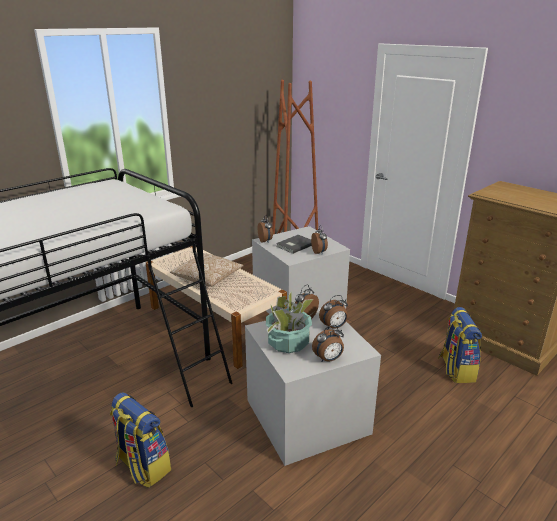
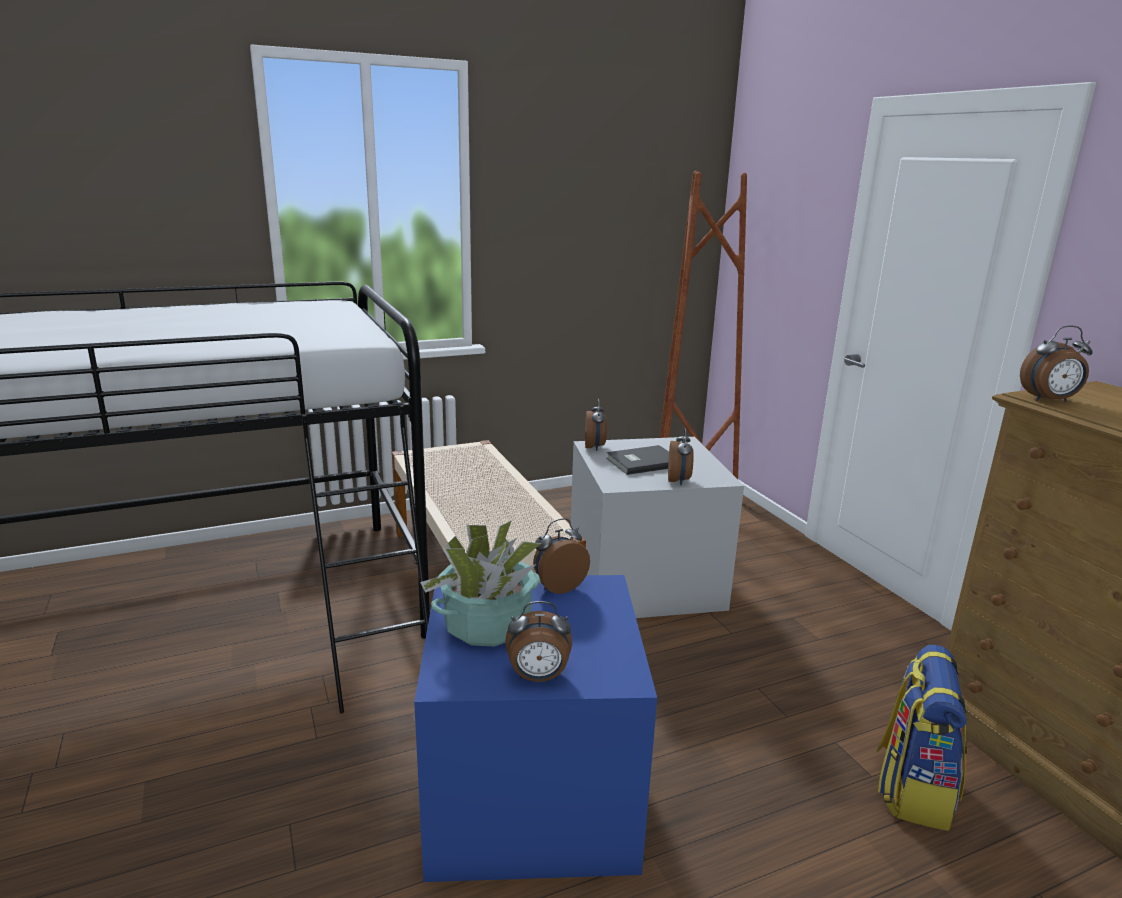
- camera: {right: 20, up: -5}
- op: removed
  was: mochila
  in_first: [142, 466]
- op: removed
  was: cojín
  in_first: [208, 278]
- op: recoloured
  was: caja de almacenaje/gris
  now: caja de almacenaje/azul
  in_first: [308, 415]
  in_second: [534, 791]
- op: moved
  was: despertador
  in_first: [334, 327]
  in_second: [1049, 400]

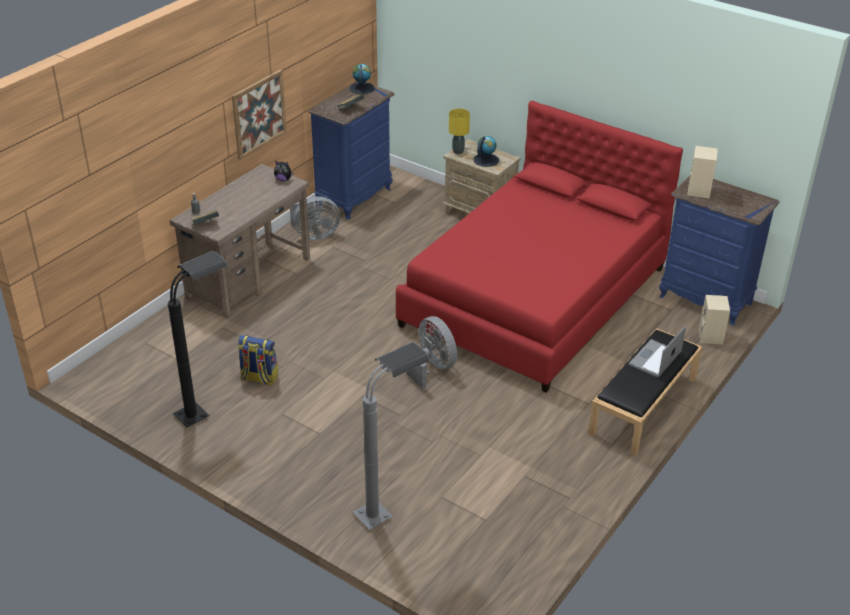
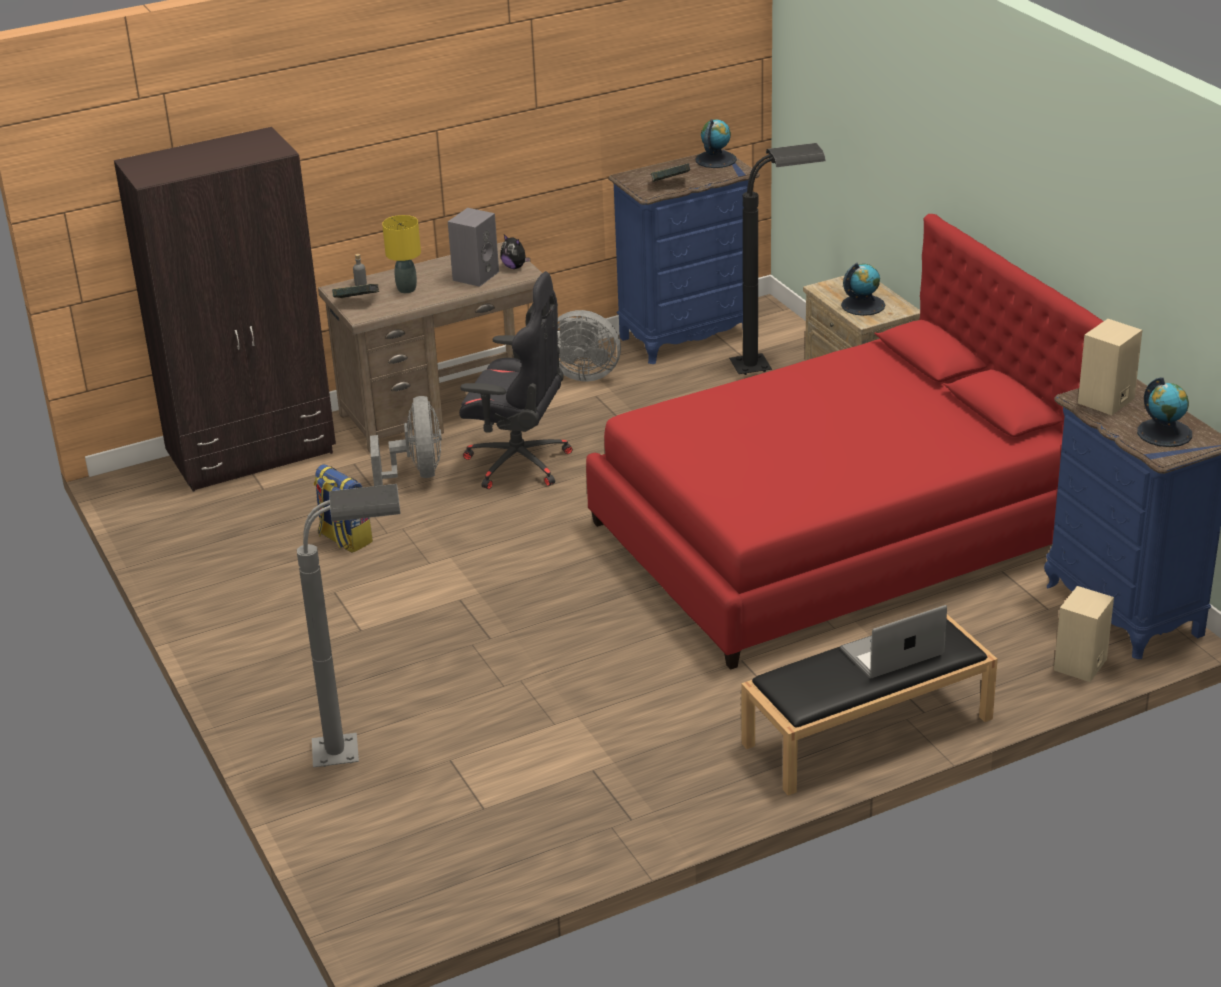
- camera: {right: 30, up: -5}
- op: moved
  was: lámpara de pie/negro
  in_first: [207, 408]
  in_second: [774, 363]
- op: removed
  was: cuadro
  in_first: [259, 114]
- op: moved
  was: ventilador/gris
  in_first: [432, 367]
  in_second: [416, 474]
- op: moved
  was: lámpara de mesa/amarillo
  in_first: [458, 151]
  in_second: [406, 289]
- op: added
  now: armario ropero/marrón
  in_second: [253, 455]
- op: added
  now: altavoz/gris
  in_second: [475, 275]
- op: added
  now: silla de oficina/negro
  in_second: [516, 463]
- op: added
  now: globo terráqueo
  in_second: [1164, 433]

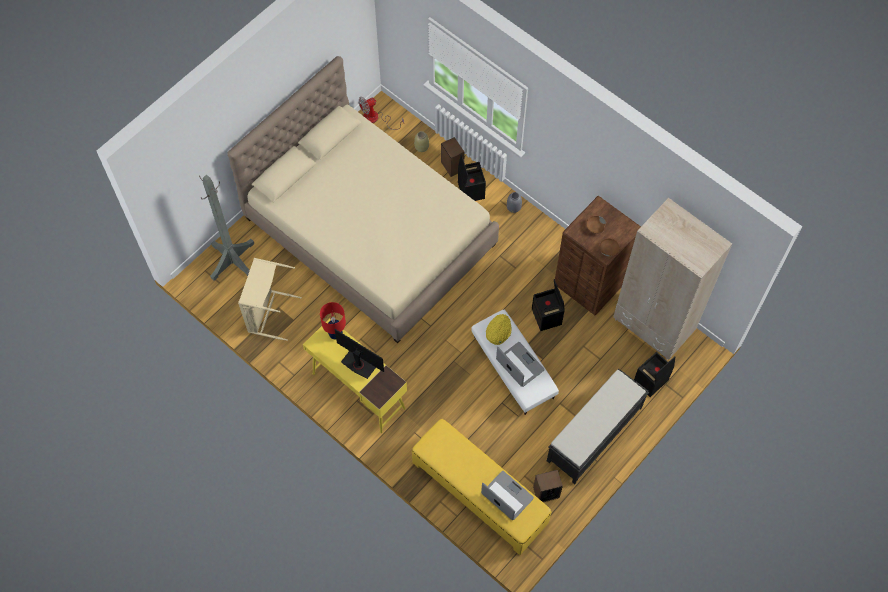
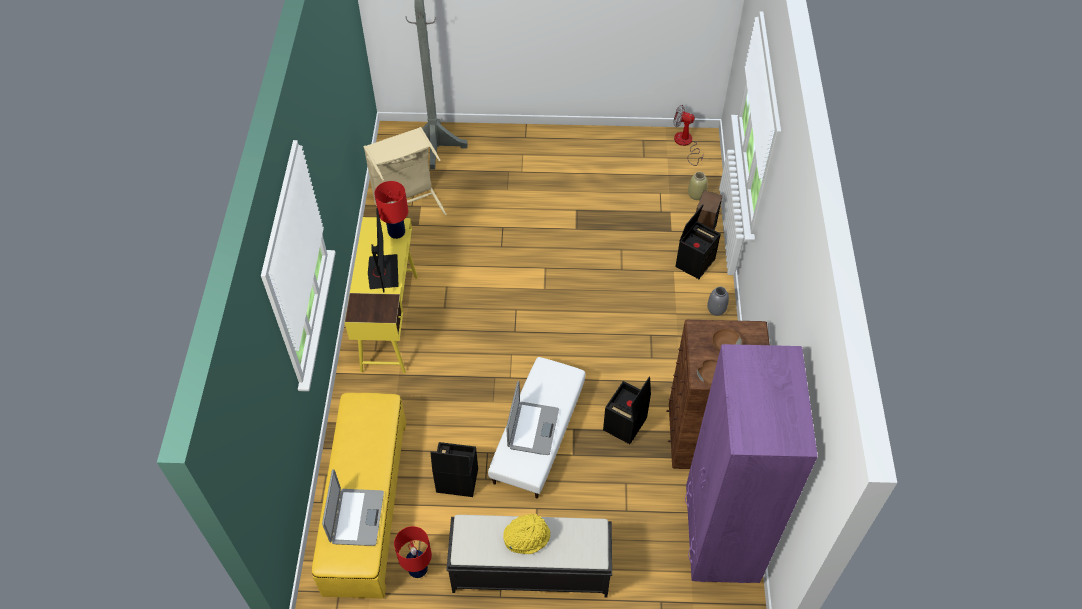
- camera: {right: 50, up: -10}
- op: removed
  was: cama/beis
  in_first: [370, 231]
- op: moved
  was: sombrero/amarillo
  in_first: [498, 331]
  in_second: [527, 537]
- op: replaced
  was: altavoz
  now: lámpara de mesa/rojo
  in_first: [546, 492]
  in_second: [418, 570]
- op: recoloured
  was: armario ropero/beis
  now: armario ropero/morado
  in_first: [654, 326]
  in_second: [719, 537]
- op: moved
  was: caja de almacenaje/negro
  in_first: [650, 381]
  in_second: [456, 481]

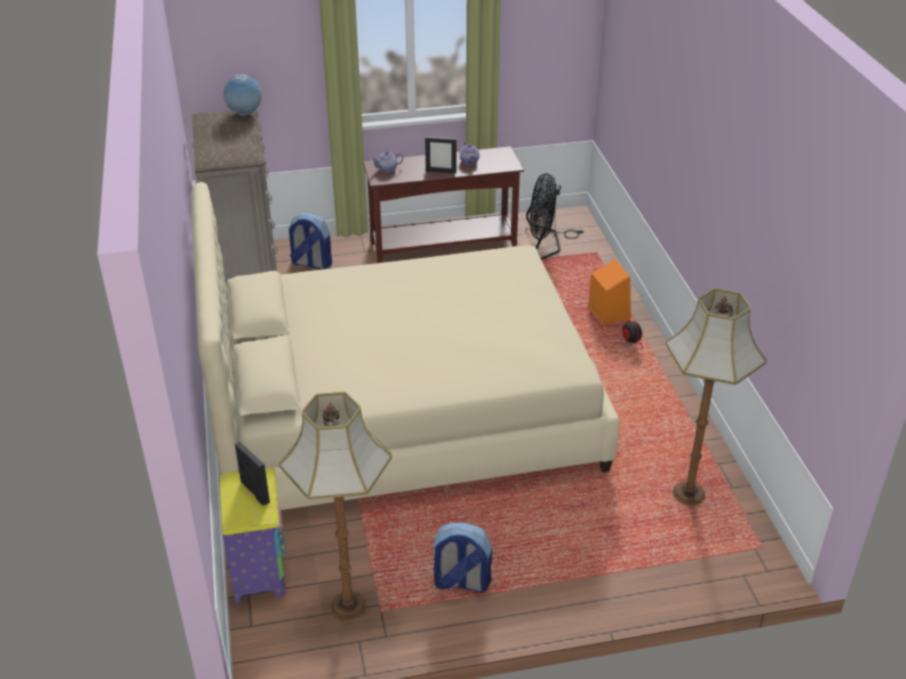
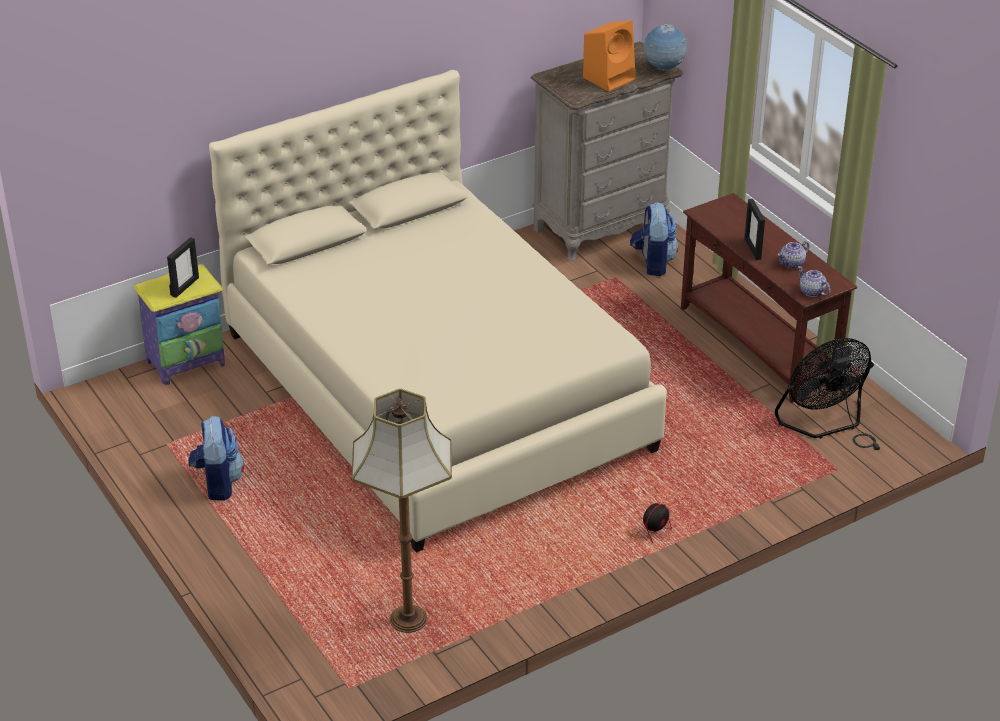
- camera: {right: 70, up: 0}
- op: removed
  was: lámpara de pie
  in_first: [349, 606]
- op: moved
  was: tetera
  in_first: [387, 169]
  in_second: [812, 292]
- op: moved
  was: altavoz/naranja
  in_first: [608, 312]
  in_second: [609, 78]

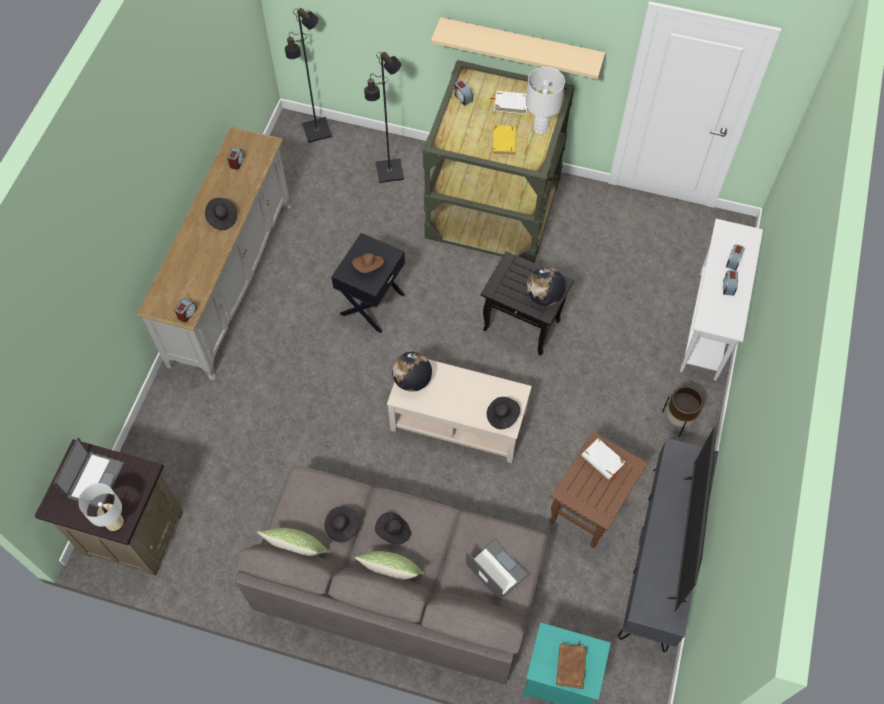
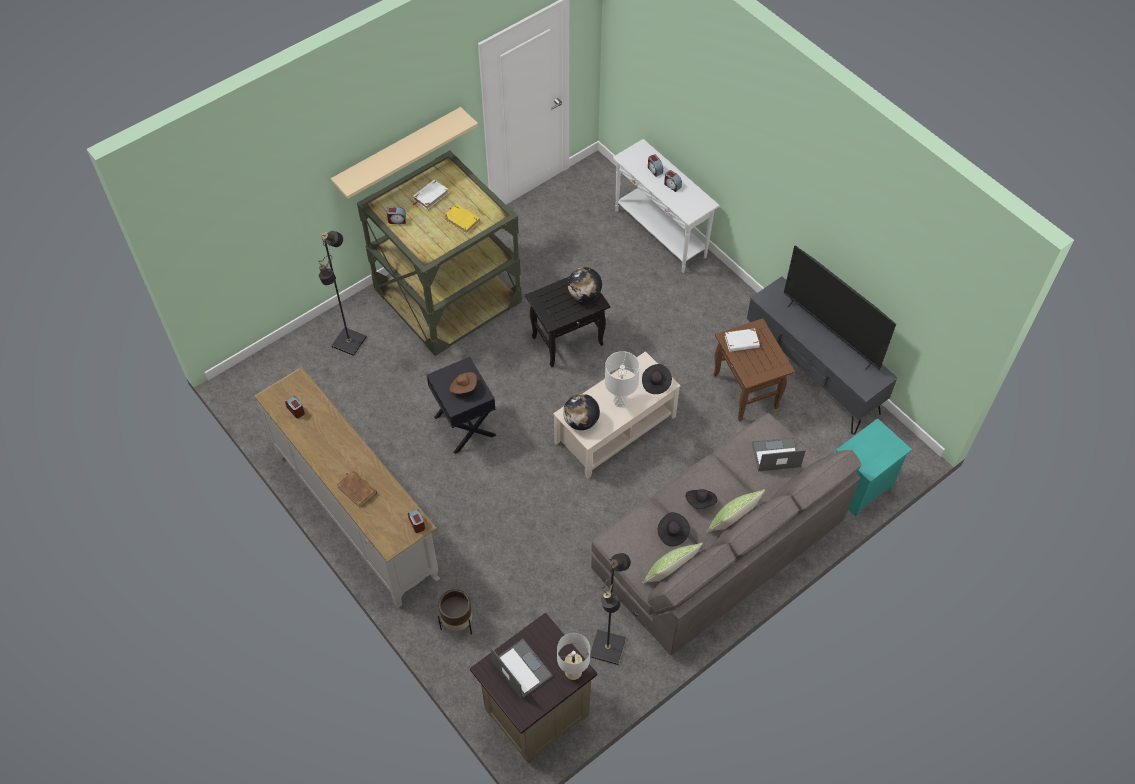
- camera: {right: -55, up: -5}
- op: removed
  was: sombrero/negro
  in_first: [222, 218]
- op: moved
  was: lámpara de pie/negro
  in_first: [316, 130]
  in_second: [607, 647]
- op: moved
  was: lámpara de mesa/blanco
  in_first: [540, 128]
  in_second: [620, 401]
- op: moved
  was: libro/marrón
  in_first: [571, 666]
  in_second: [357, 490]
- op: moved
  was: maceta/marrón
  in_first: [678, 419]
  in_second: [457, 623]

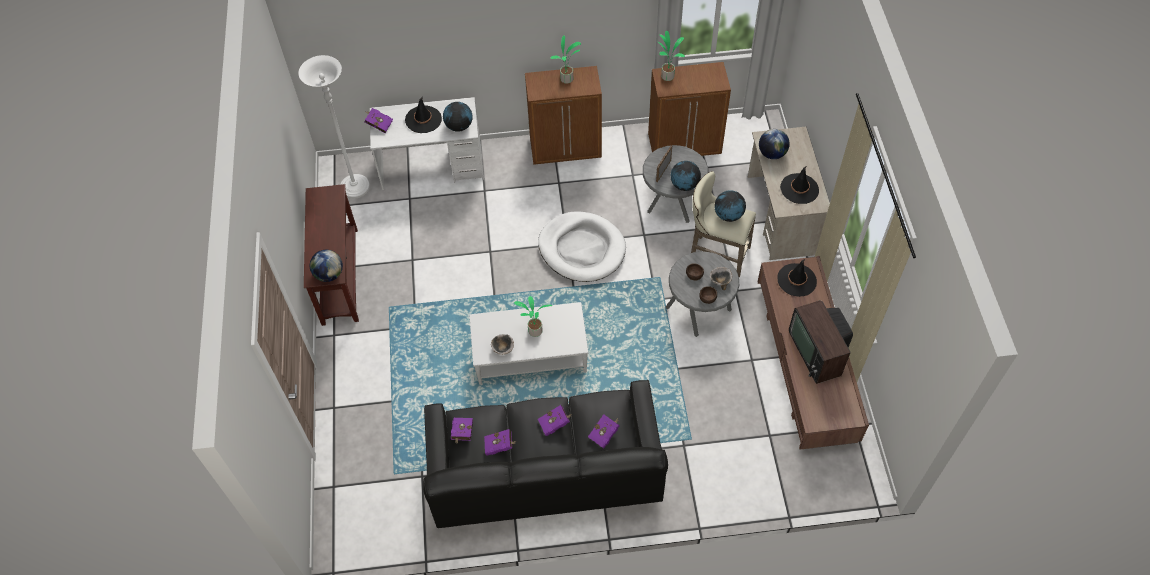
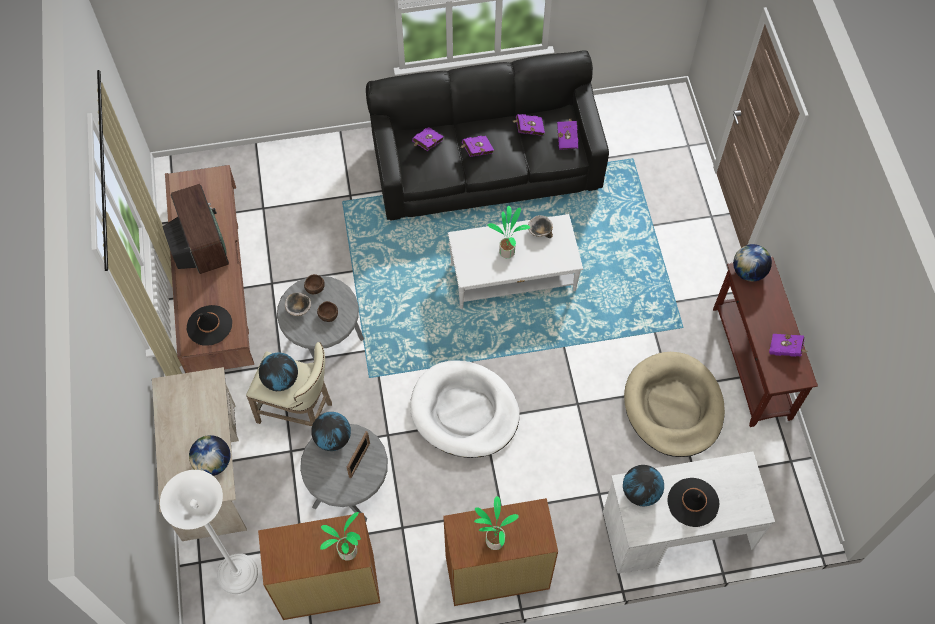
- camera: {right: 175, up: 5}
- op: moved
  was: lámpara de pie/blanco
  in_first: [355, 187]
  in_second: [238, 574]
- op: moved
  was: libro/morado
  in_first: [379, 124]
  in_second: [786, 350]
- op: removed
  was: sombrero/negro
  in_first: [799, 189]
- op: added
  now: cama para perro/beis
  in_second: [673, 406]

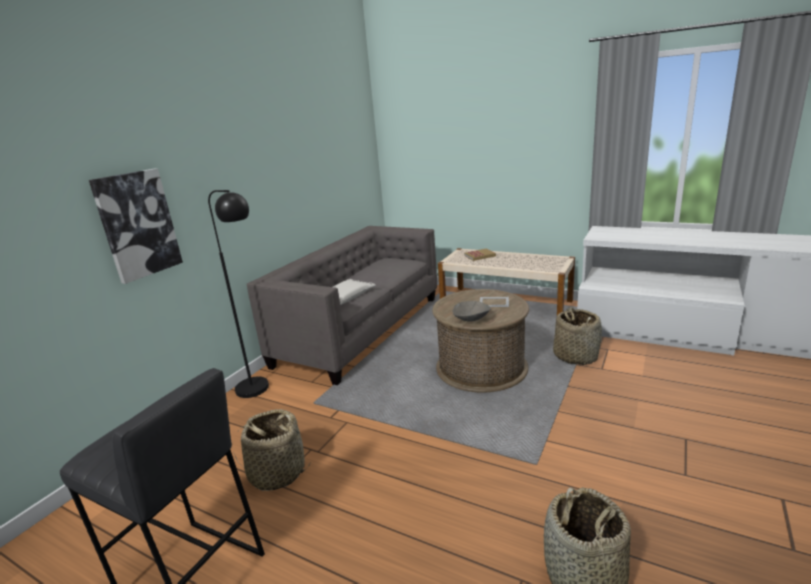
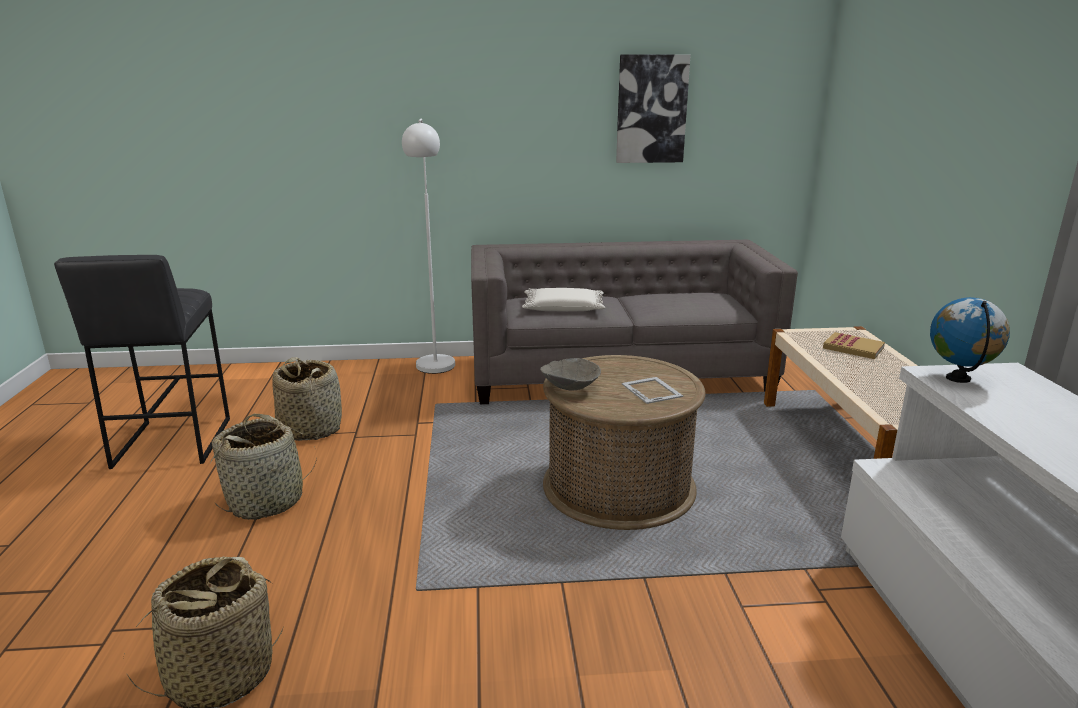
- camera: {right: 55, up: 0}
- op: moved
  was: cuadro
  in_first: [137, 224]
  in_second: [651, 109]
- op: recoloured
  was: lámpara de pie/negro
  now: lámpara de pie/blanco
  in_first: [260, 391]
  in_second: [435, 371]
- op: moved
  was: cesta
  in_first: [575, 356]
  in_second: [267, 501]
- op: added
  now: globo terráqueo
  in_second: [958, 379]

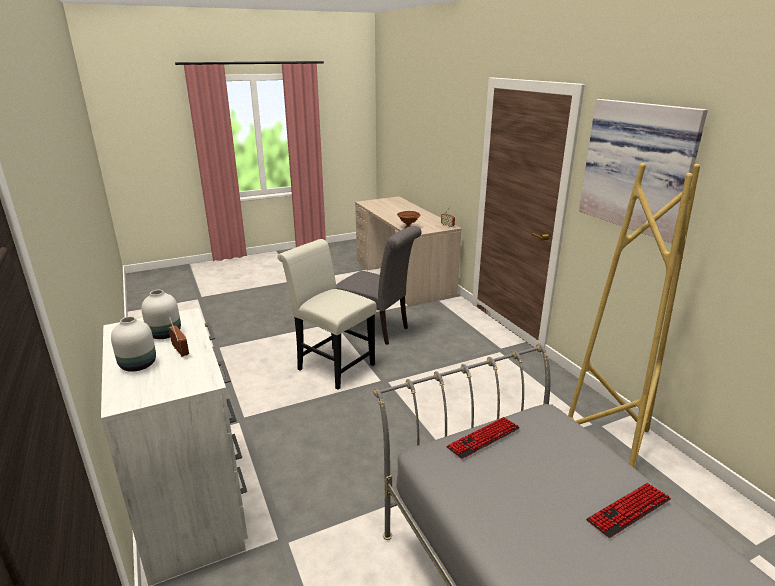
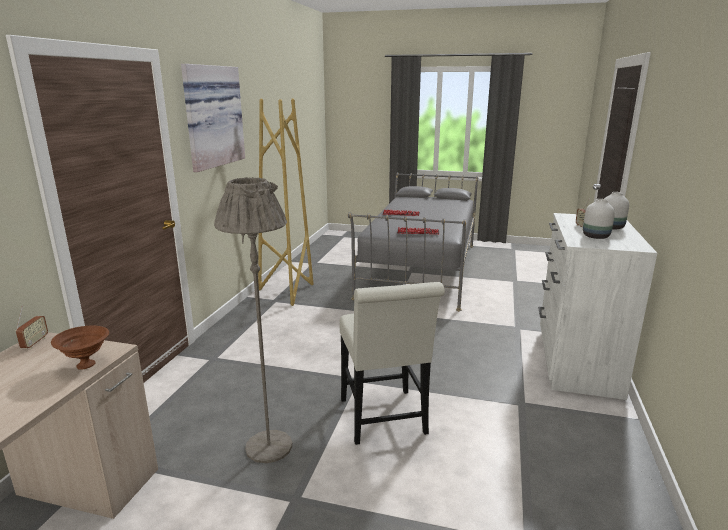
- camera: {right: -140, up: -5}
- op: replaced
  was: silla/gris
  now: lámpara de pie/gris
  in_first: [376, 329]
  in_second: [269, 447]

